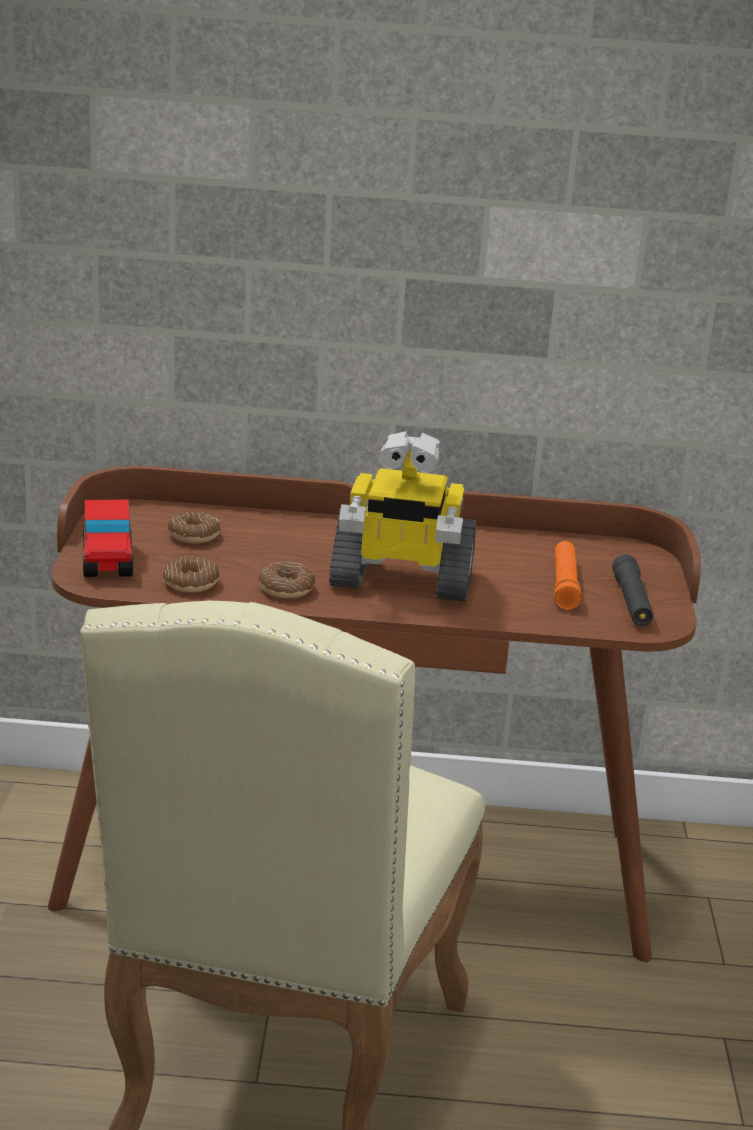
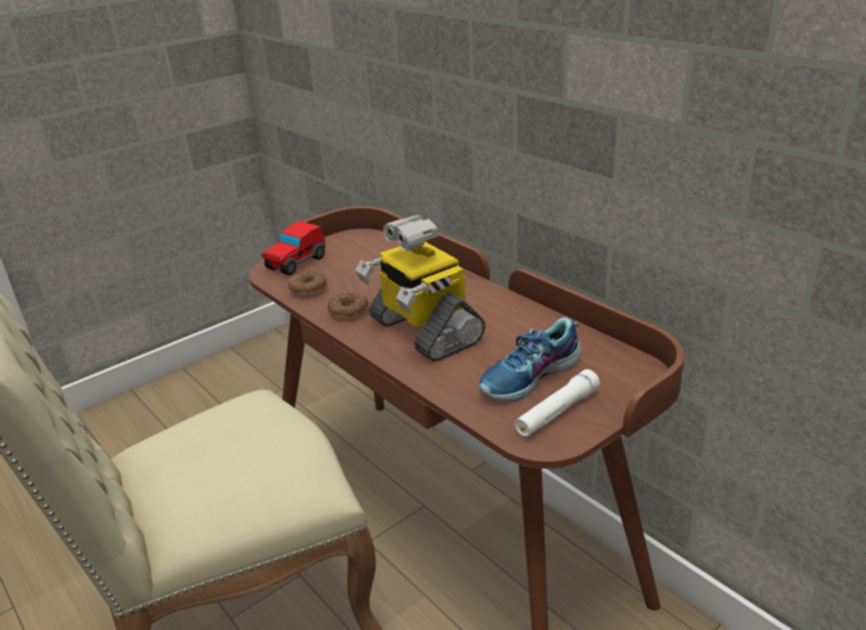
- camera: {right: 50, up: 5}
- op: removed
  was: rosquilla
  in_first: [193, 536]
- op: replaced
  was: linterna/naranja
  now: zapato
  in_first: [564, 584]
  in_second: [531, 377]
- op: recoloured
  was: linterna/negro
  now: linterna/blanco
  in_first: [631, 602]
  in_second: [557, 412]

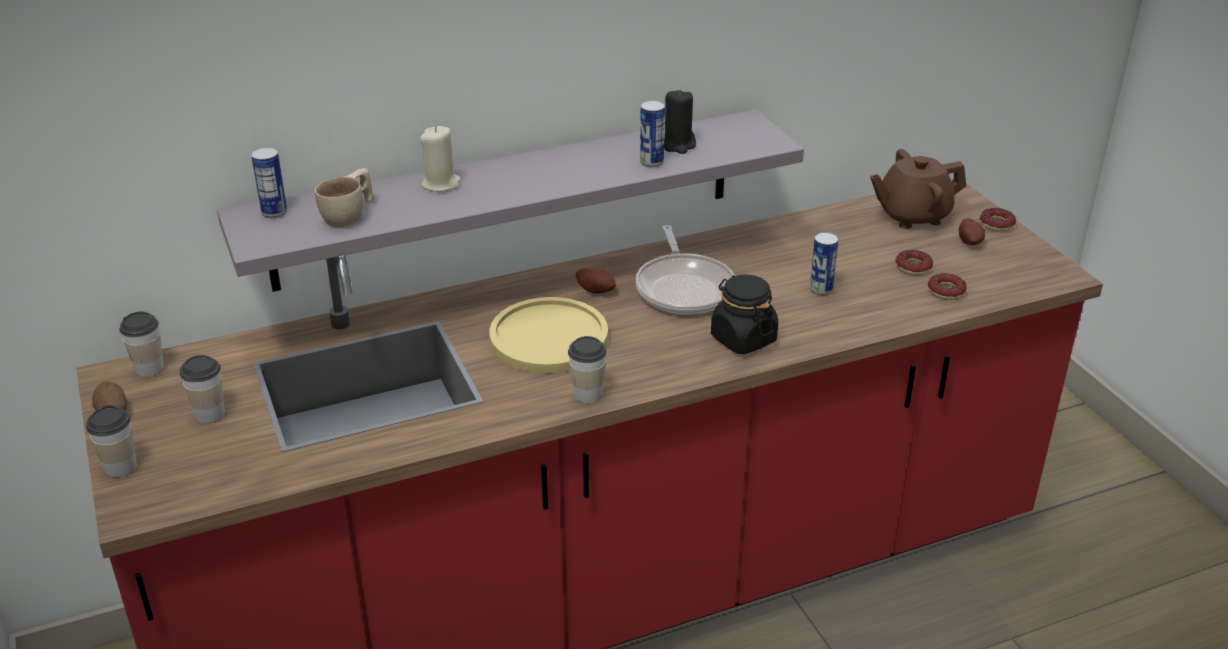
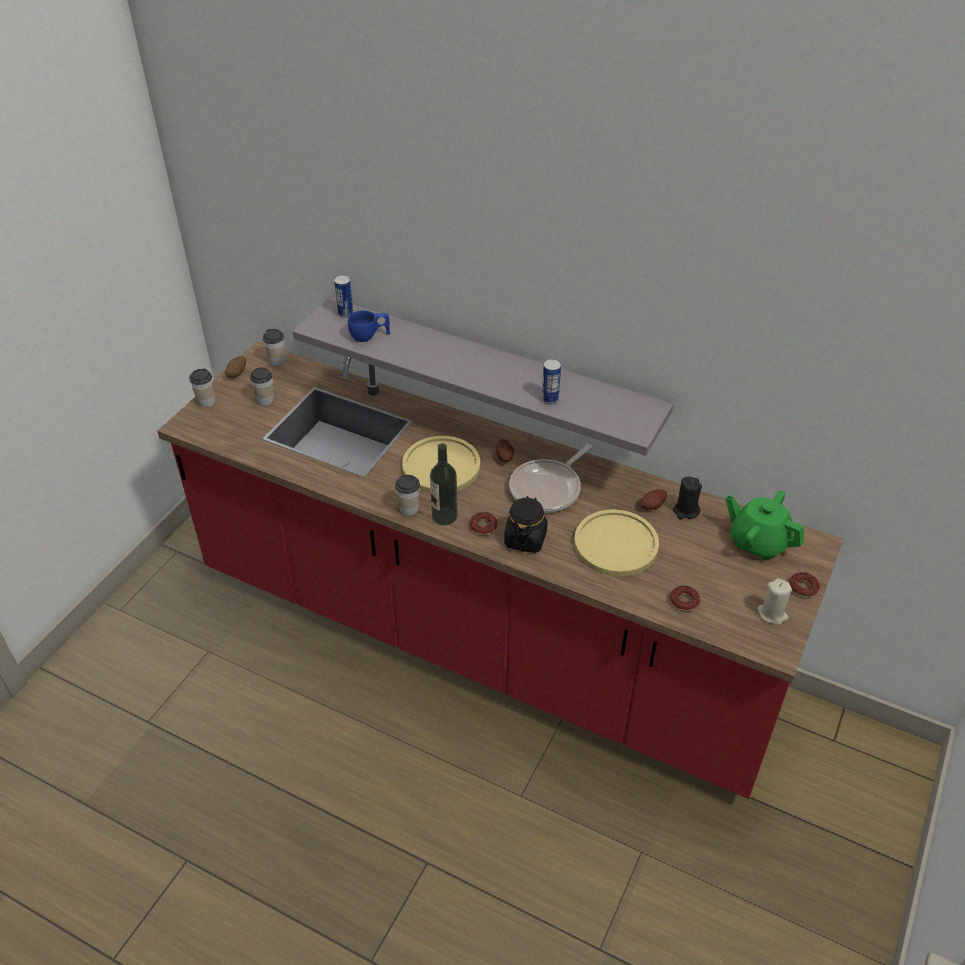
- camera: {right: 50, up: 10}
- op: recoloured
  was: taza/beis
  now: taza/azul
  in_first: [350, 215]
  in_second: [369, 336]
- op: moved
  was: vela/beis
  in_first: [441, 184]
  in_second: [772, 614]
- op: moved
  was: vela/negro
  in_first: [678, 145]
  in_second: [685, 511]
- op: replaced
  was: lata
  now: plato/amarillo
  in_first: [821, 289]
  in_second: [616, 544]
- op: recoloured
  was: tetera/marrón
  now: tetera/verde
  in_first: [912, 216]
  in_second: [758, 542]
- op: moved
  was: rosquilla
  in_first: [913, 267]
  in_second: [483, 526]
- op: moved
  was: patata
  in_first: [970, 242]
  in_second: [653, 506]
- op: added
  now: botella
  in_second: [444, 516]

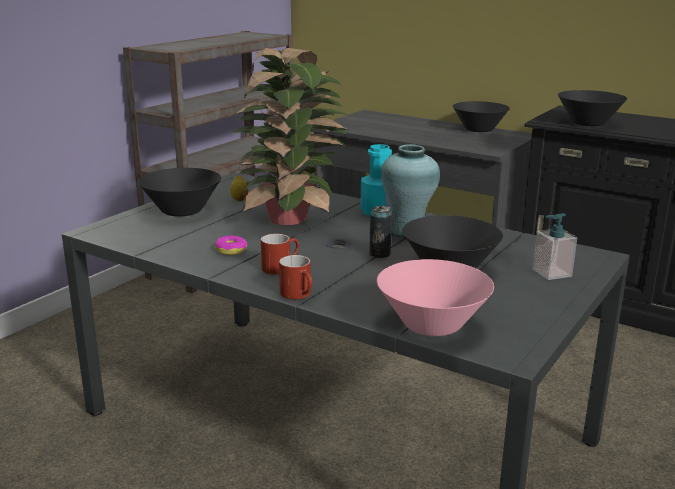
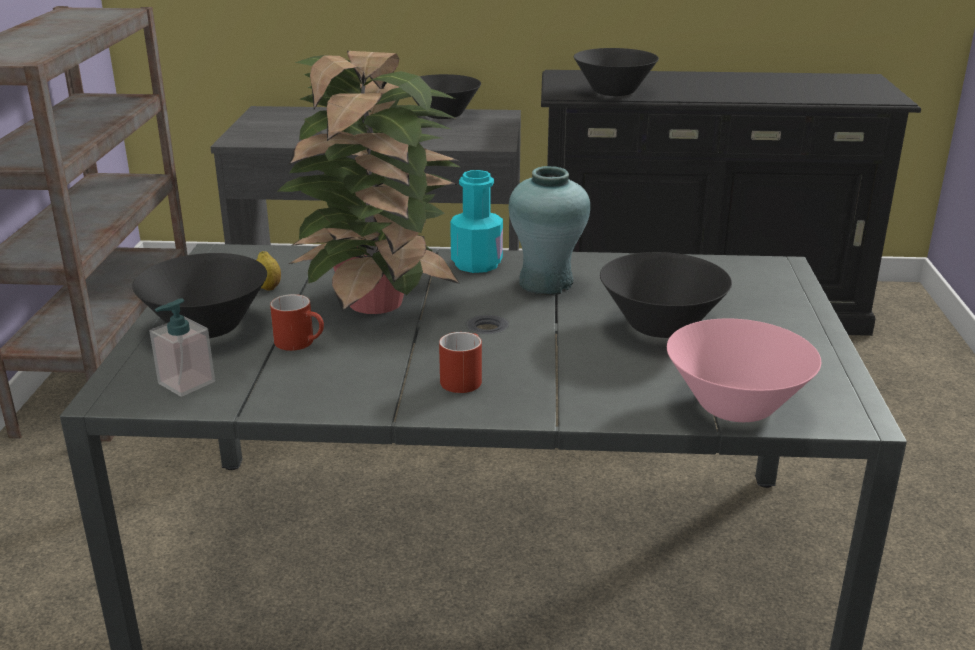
- camera: {right: -30, up: 5}
- op: removed
  was: rosquilla
  in_first: [231, 250]
- op: moved
  was: taza grande/rojo
  in_first: [299, 295]
  in_second: [301, 342]
- op: removed
  was: lata
  in_first: [379, 254]
- op: moved
  was: dispensador de jabón
  in_first: [551, 273]
  in_second: [186, 382]

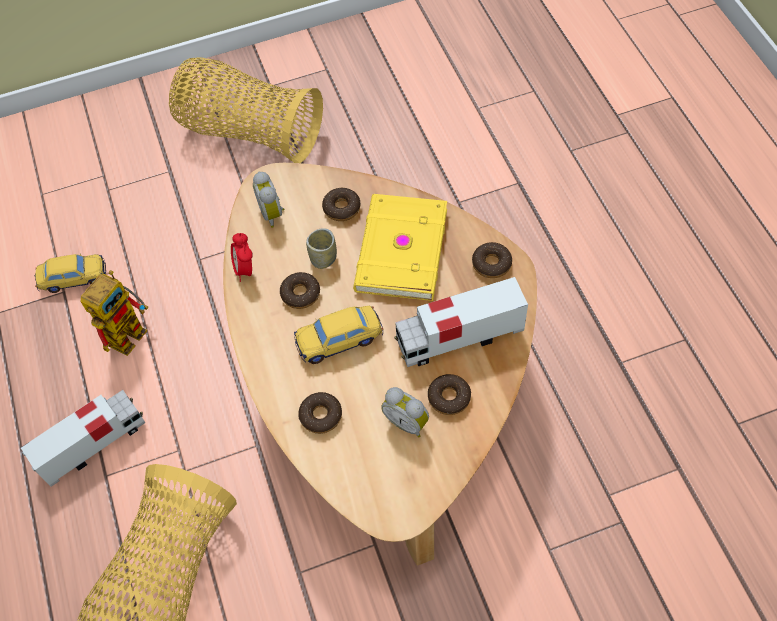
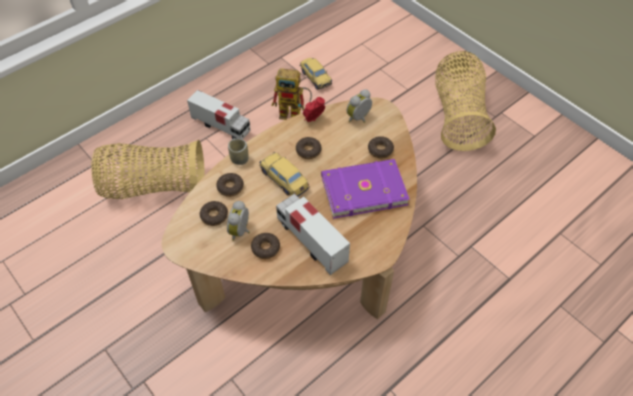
- camera: {right: 65, up: -5}
- op: moved
  was: taza
  in_first: [323, 259]
  in_second: [239, 159]
- op: recoloured
  was: libro/amarillo
  now: libro/morado
  in_first: [399, 250]
  in_second: [363, 189]
- op: moved
  was: rosquilla
  in_first: [491, 264]
  in_second: [214, 216]

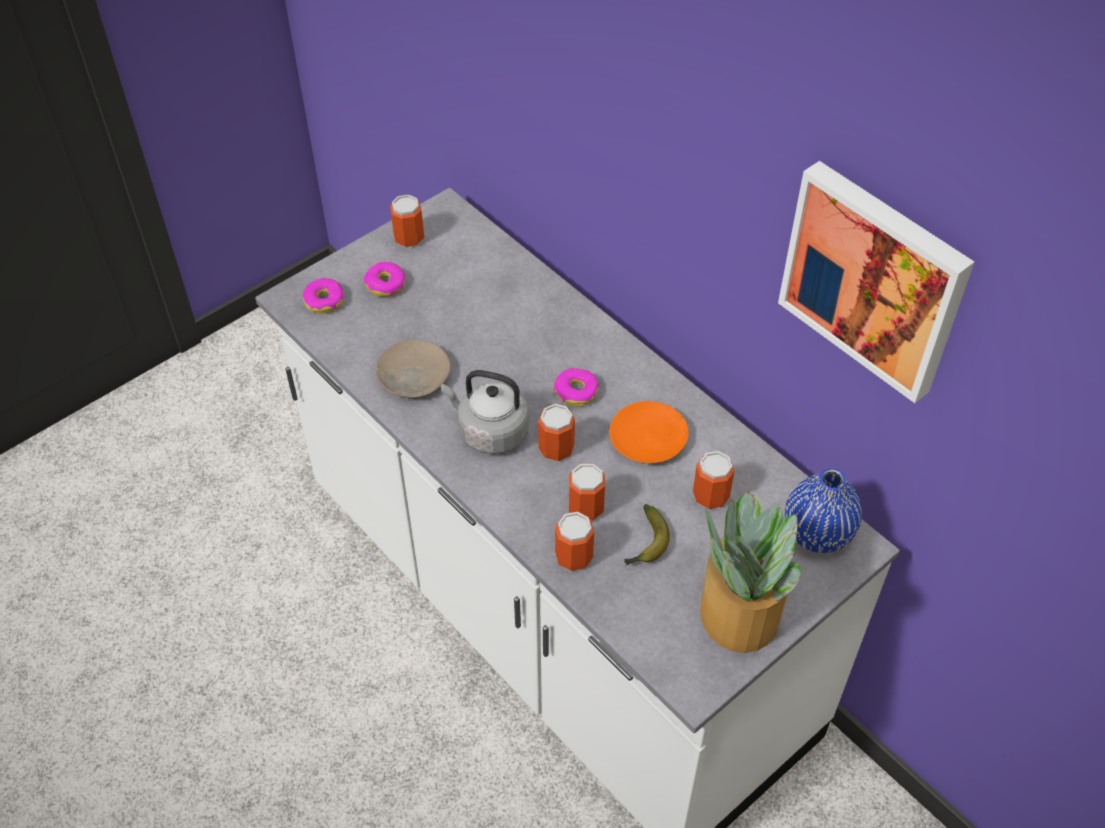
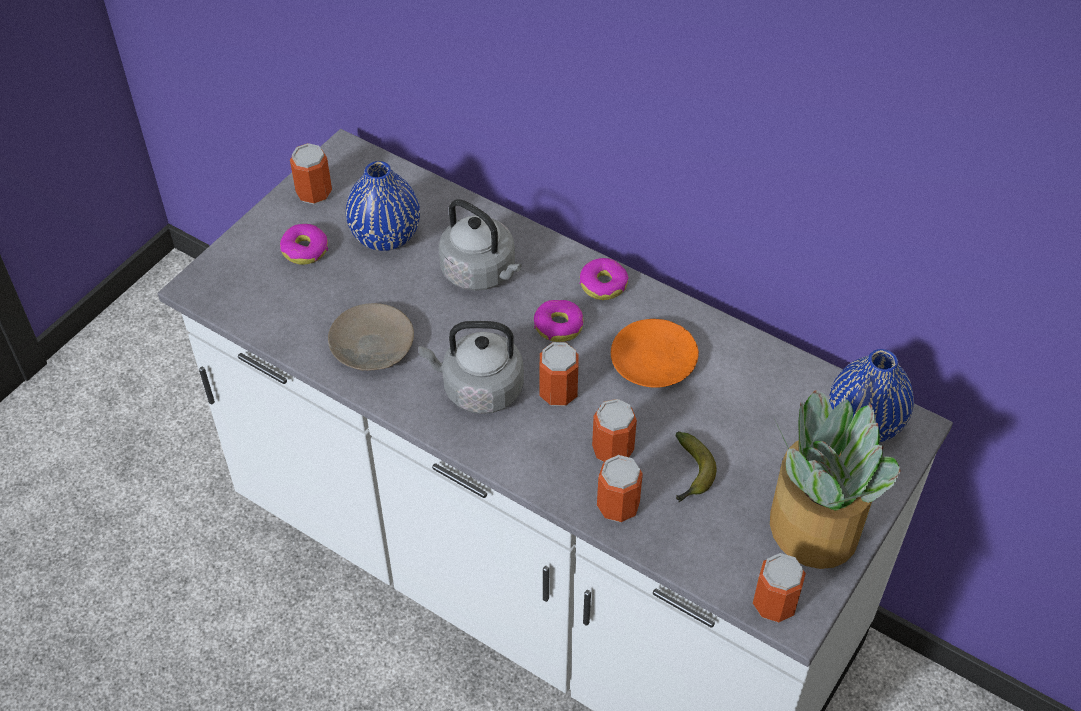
- camera: {right: -15, up: 0}
- op: moved
  was: rosquilla
  in_first: [324, 301]
  in_second: [603, 284]
- op: moved
  was: lata
  in_first: [710, 496]
  in_second: [774, 604]
- op: removed
  was: cuadro
  in_first: [875, 278]
- op: added
  now: florero/azul
  in_second: [385, 235]
- op: added
  now: hervidor/gris
  in_second: [481, 273]

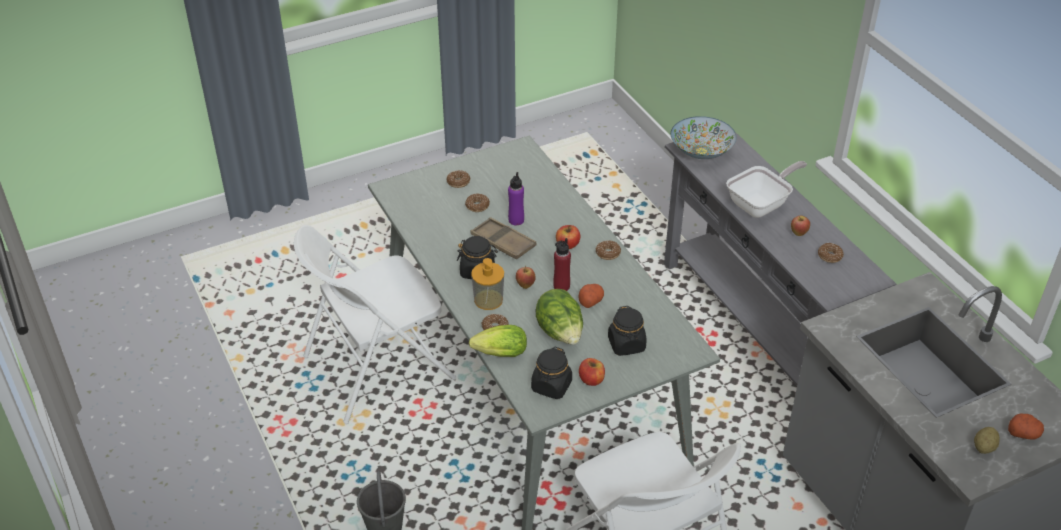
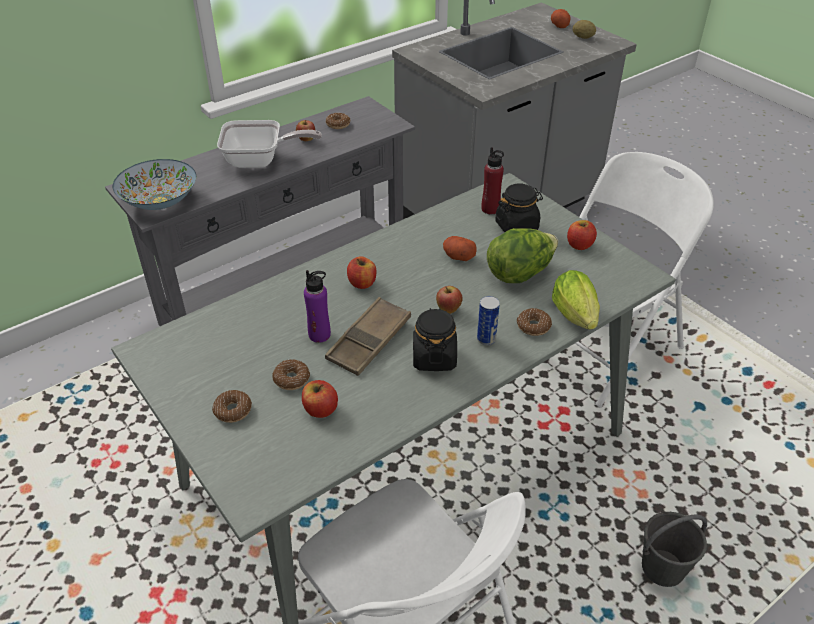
- camera: {right: -100, up: 0}
- op: replaced
  was: dispensador de jabón
  now: lata
  in_first: [488, 300]
  in_second: [486, 339]
- op: removed
  was: tarro/negro
  in_first: [551, 386]
- op: moved
  was: botella/rojo
  in_first: [561, 286]
  in_second: [490, 209]
- op: removed
  was: rosquilla
  in_first: [608, 253]
- op: turned
  was: sartén
  in_first: [761, 204]
  in_second: [260, 161]
  clockwise: 135
- op: added
  now: manzana
  in_second: [320, 409]

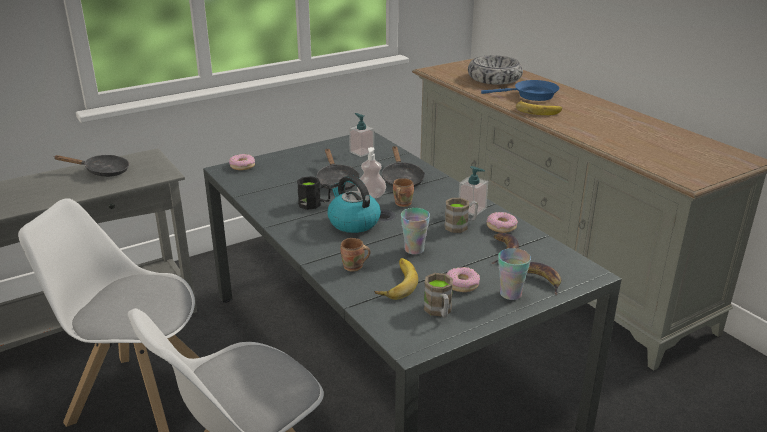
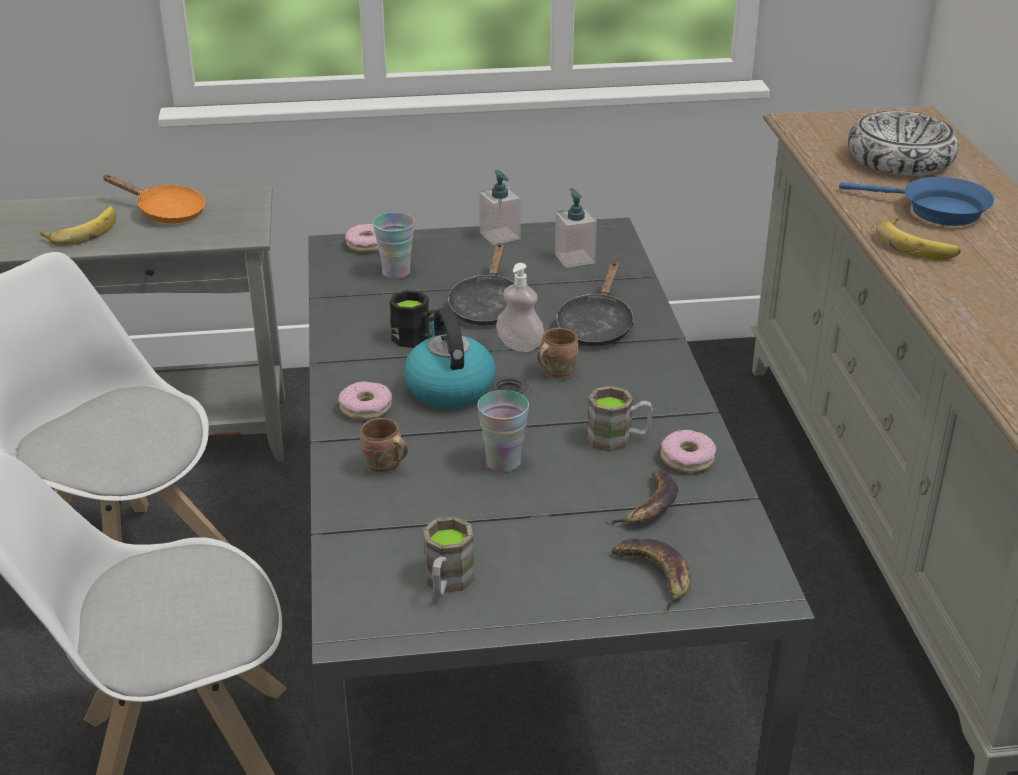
- camera: {right: 25, up: 5}
- op: recoloured
  was: sartén/negro
  now: sartén/naranja
  in_first: [103, 171]
  in_second: [165, 212]
- op: moved
  was: plátano
  in_first: [395, 282]
  in_second: [82, 230]
- op: moved
  was: rosquilla
  in_first: [462, 284]
  in_second: [366, 408]
- op: moved
  was: dispensador de jabón
  in_first: [472, 209]
  in_second: [500, 236]
- op: moved
  was: taza
  in_first: [510, 294]
  in_second: [396, 272]

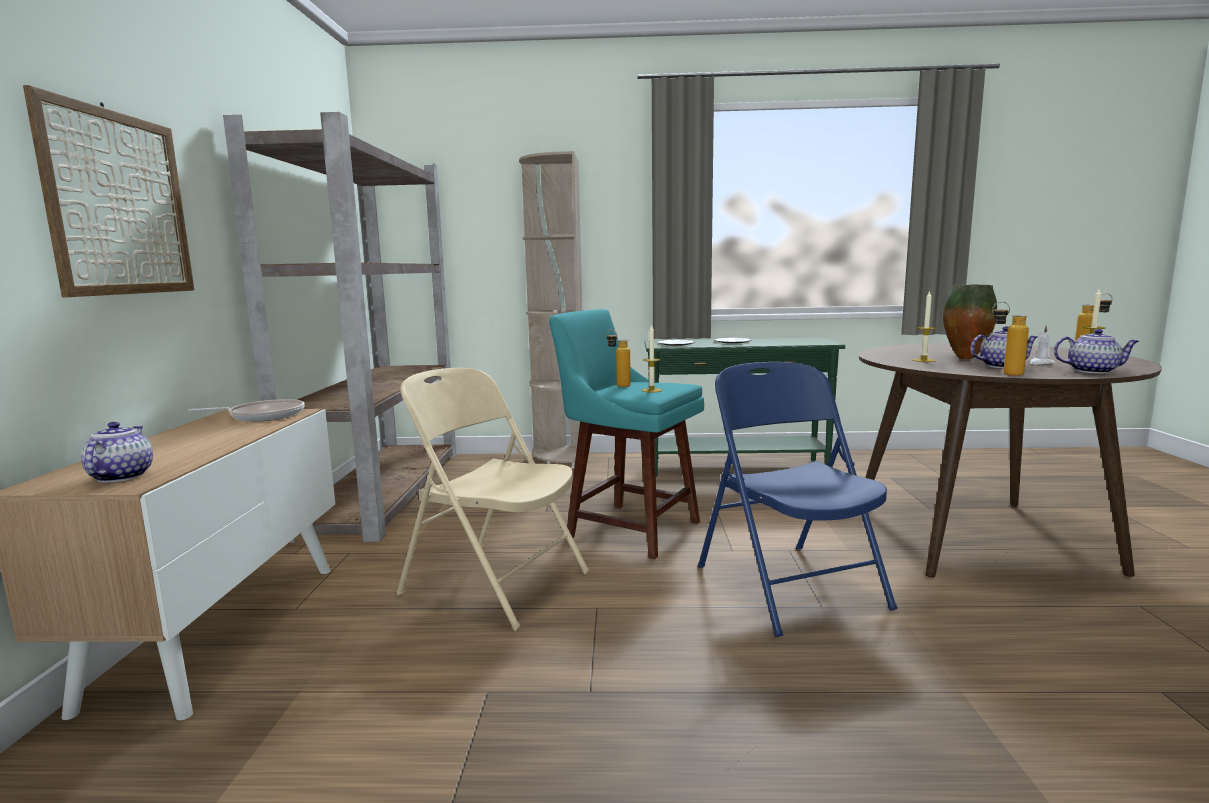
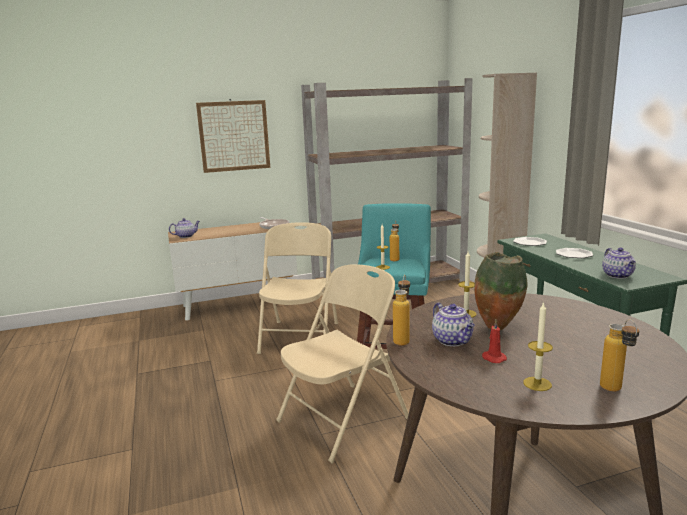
- camera: {right: 70, up: 5}
- op: recoloured
  was: silla/azul
  now: silla/beis
  in_first: [790, 586]
  in_second: [343, 420]
- op: recoloured
  was: vela/blanco
  now: vela/rojo
  in_first: [1040, 363]
  in_second: [493, 358]
- op: moved
  was: tetera
  in_first: [1093, 371]
  in_second: [618, 275]

